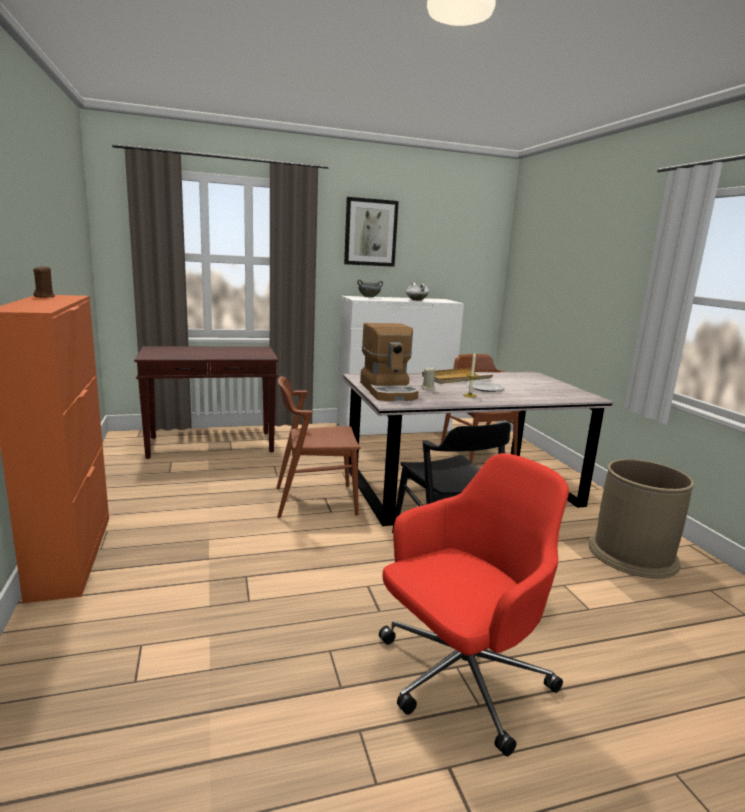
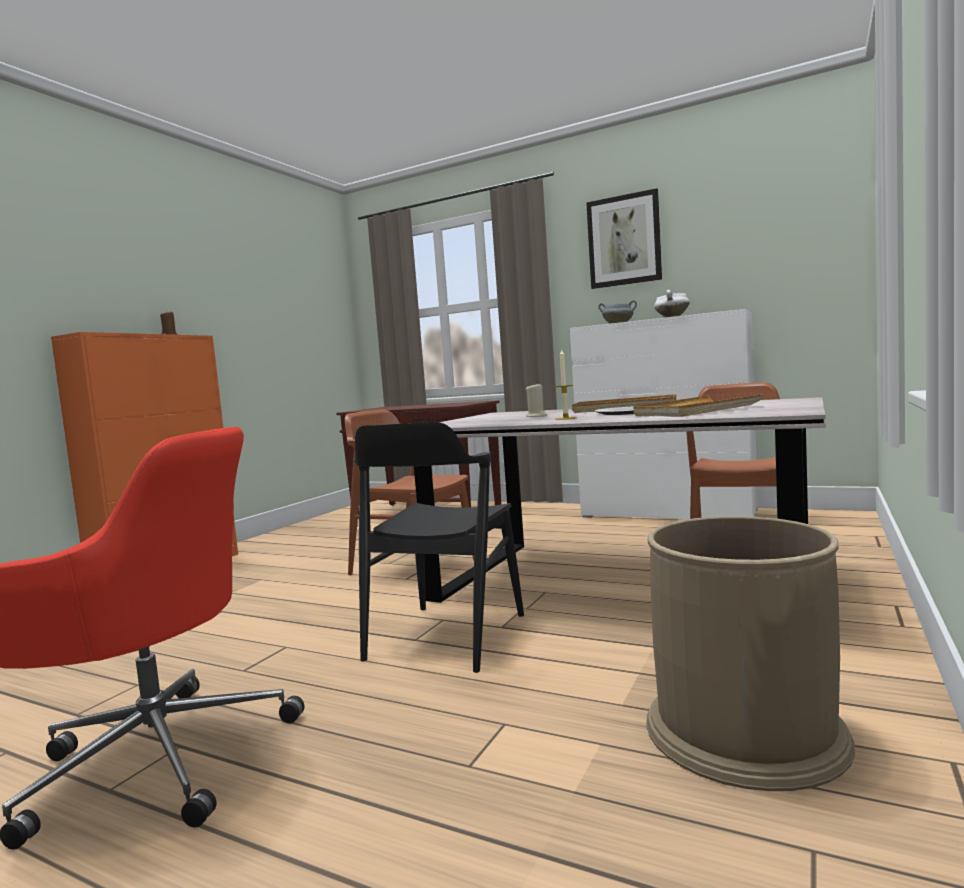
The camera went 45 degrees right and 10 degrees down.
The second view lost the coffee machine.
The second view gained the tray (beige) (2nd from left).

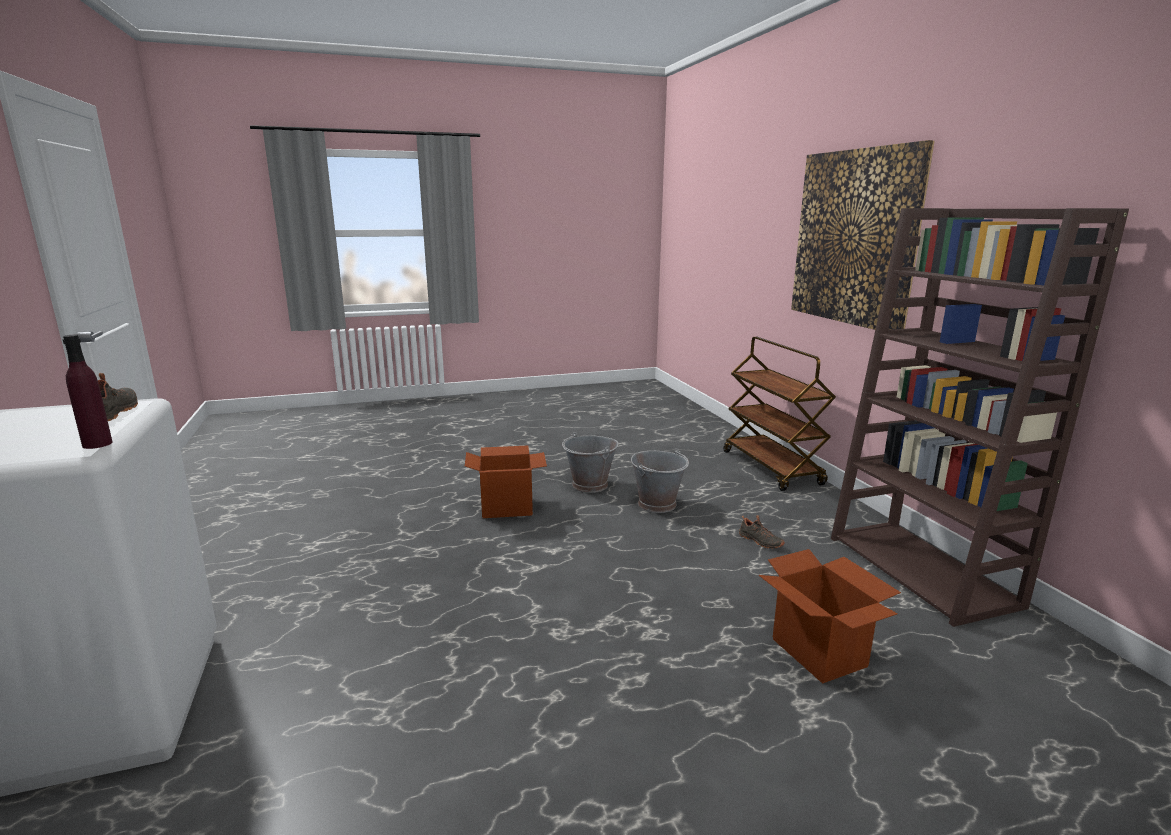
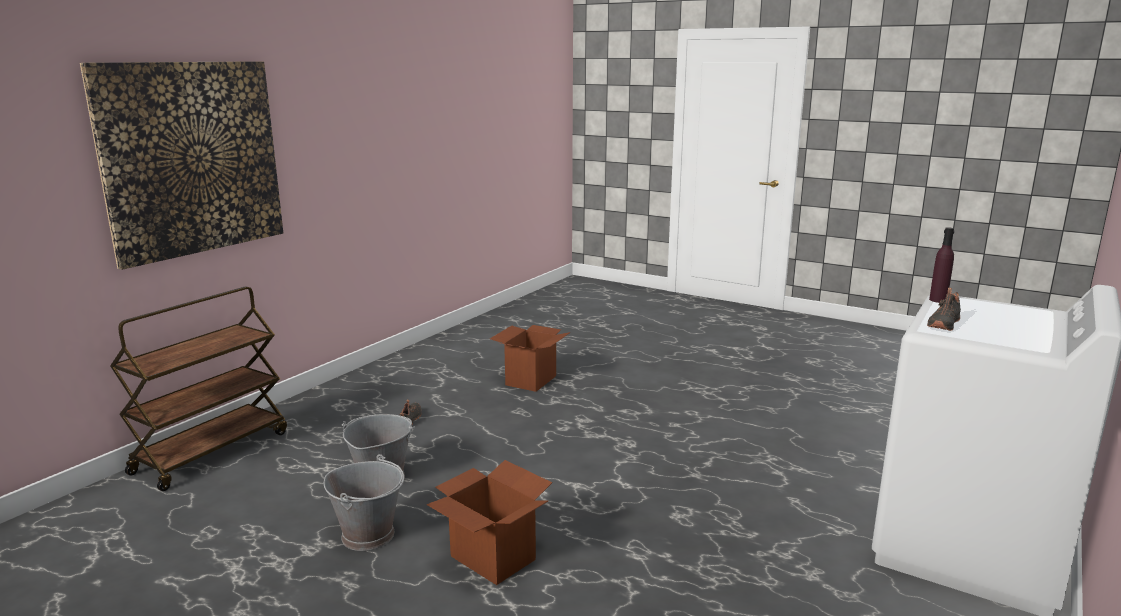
The camera went 130 degrees left and 0 degrees up.
The second view lost the bookcase (brown).

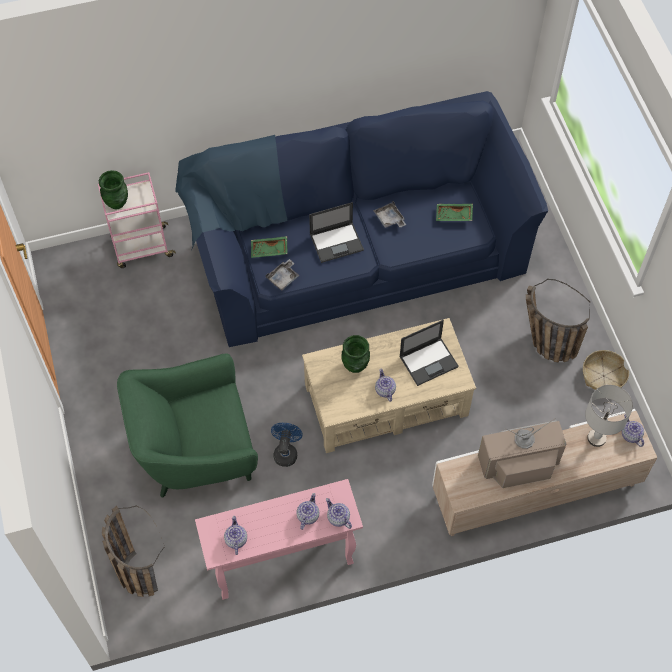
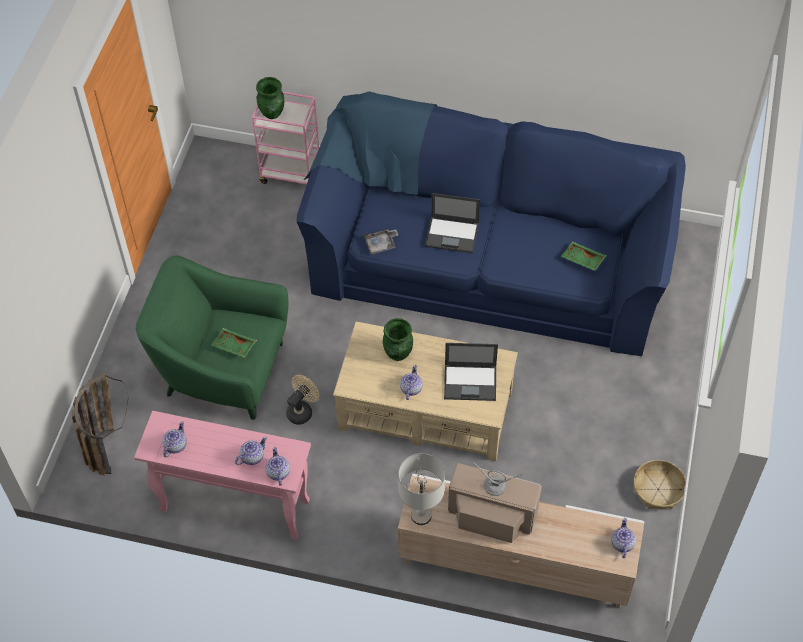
The camera went 30 degrees right and 5 degrees down.
The second view lost the tray (grey) (2nd from left).
The second view lost the basket (2nd from left).
The tray (green) (1st from left) ended up elsewhere.
The table lamp (grey) ended up elsewhere.
What was the fan (blue) turned into the fan (beige).

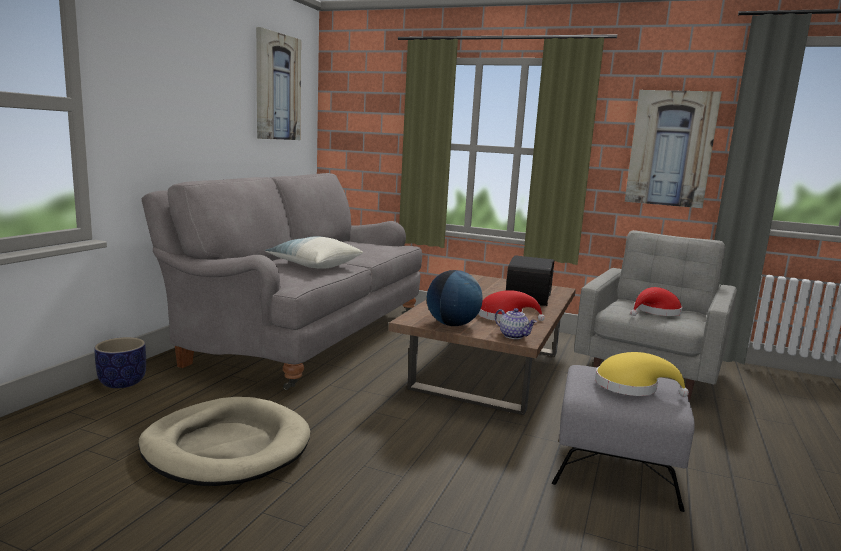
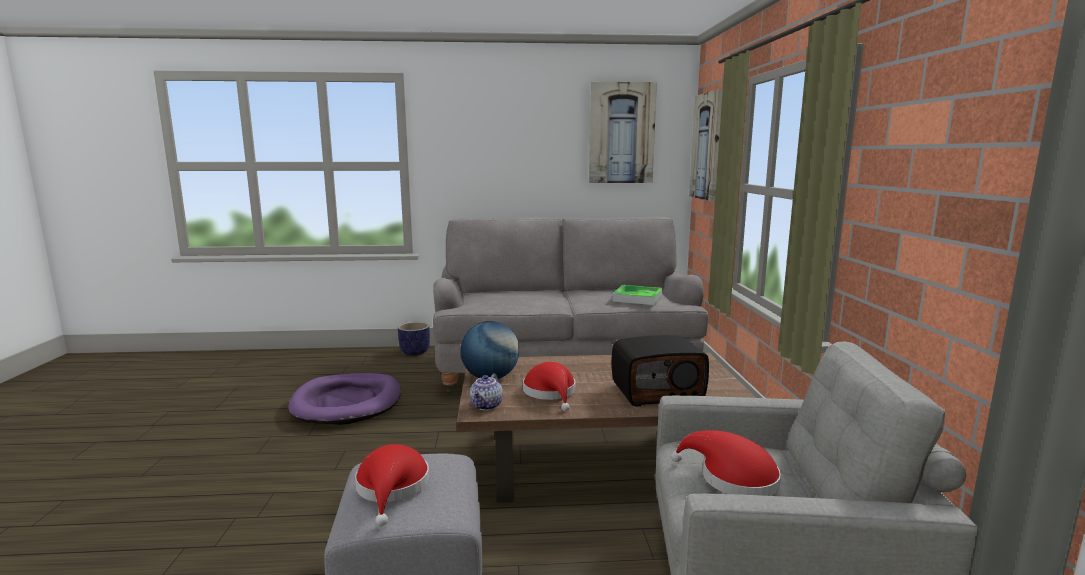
The camera went 65 degrees right and 0 degrees up.
The second view lost the pillow.
The second view gained the tray.
The picture (2nd from left) ended up elsewhere.
What was the dog bed (beige) turned into the dog bed (purple).
What was the hat (yellow) turned into the hat (red) (1st from left).

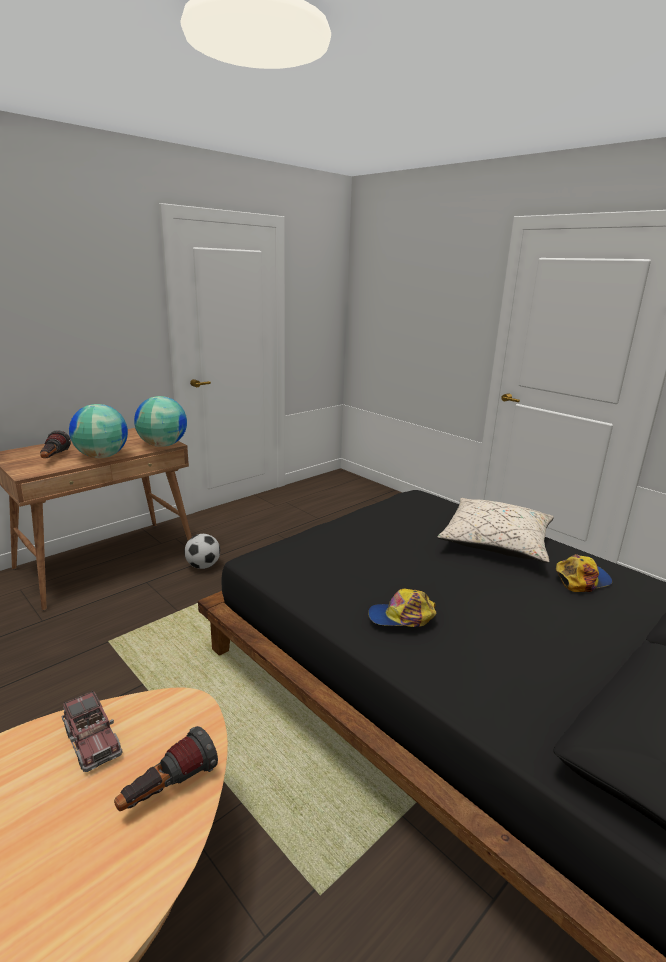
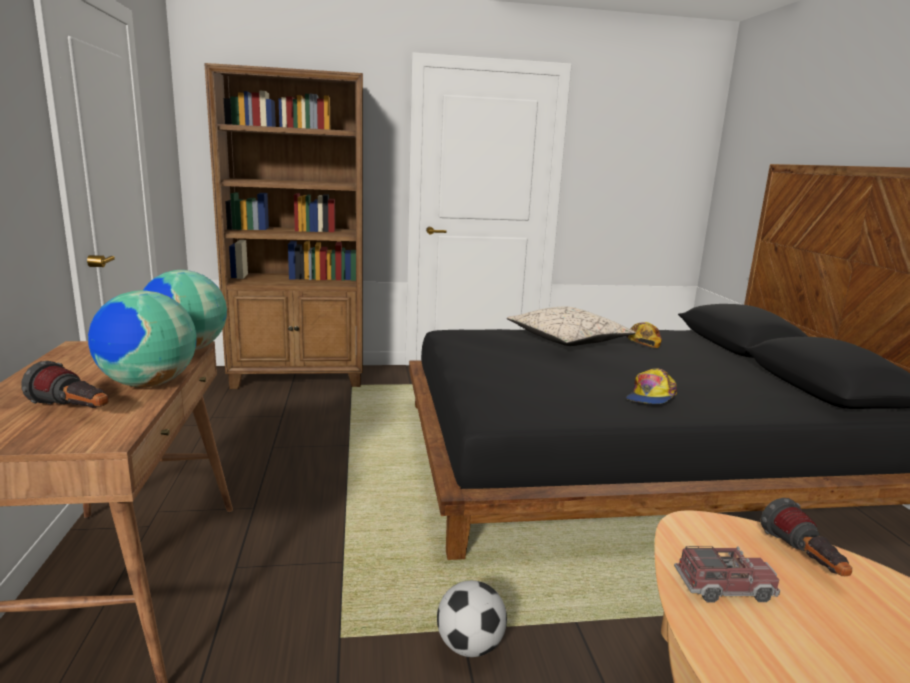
The camera went 55 degrees left and 5 degrees down.
The second view gained the bookcase (brown).
The football ended up elsewhere.

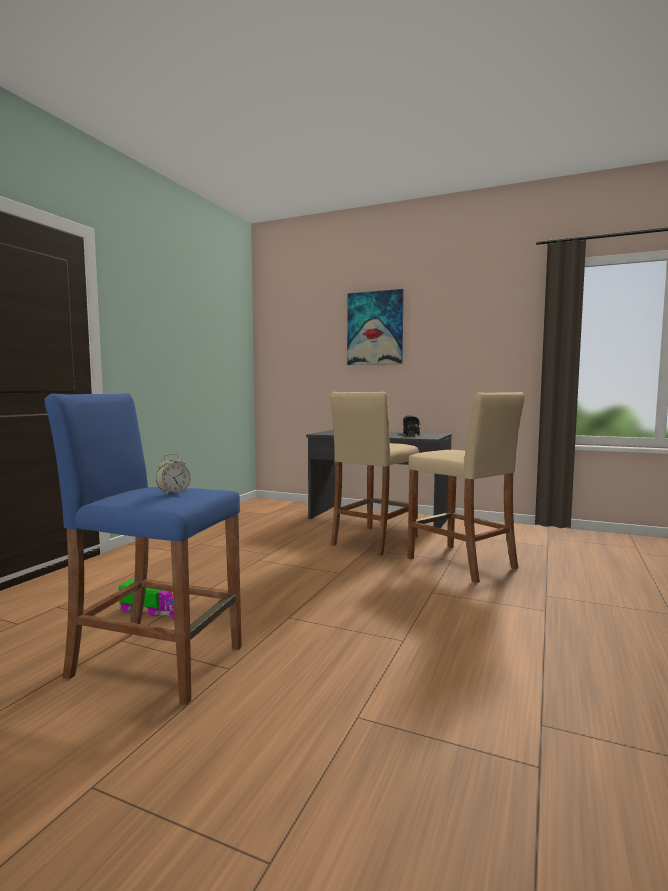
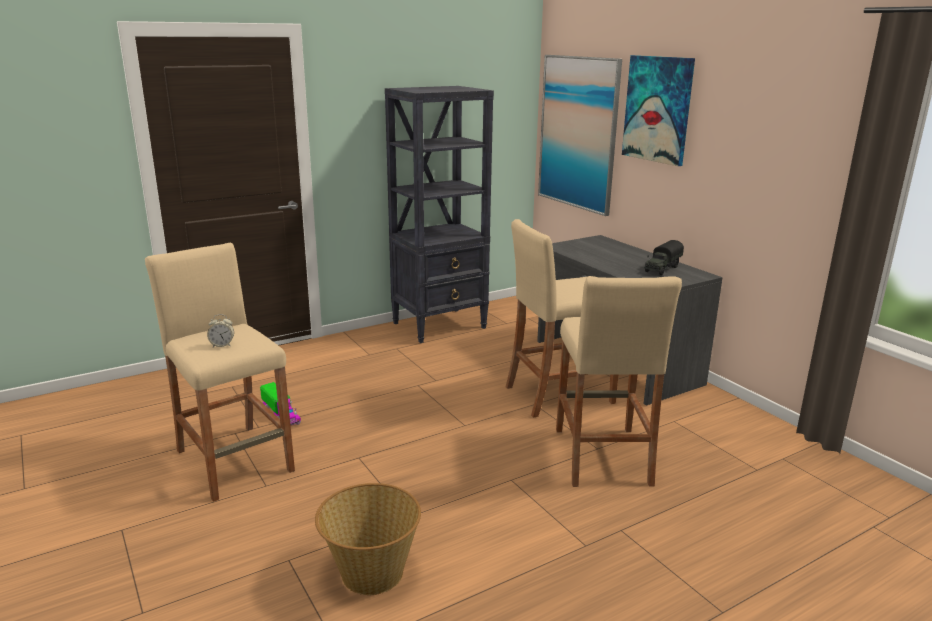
The camera went 35 degrees right and 15 degrees up.
The second view gained the basket.
The second view gained the bookcase (black).
The second view gained the picture (1st from left).
What was the stool (blue) turned into the stool (beige) (1st from left).

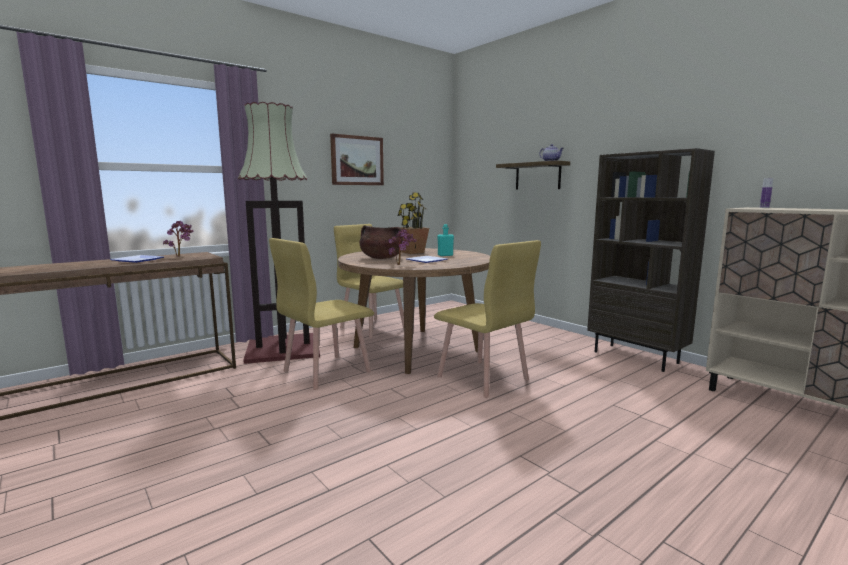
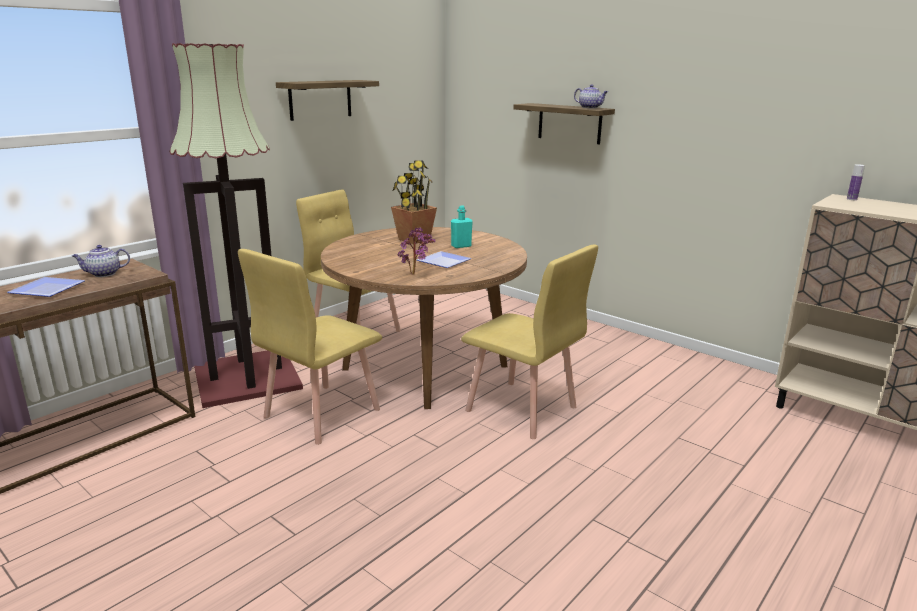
The camera went 10 degrees left and 10 degrees up.
The second view lost the cooking pot (brown).
The second view lost the bookcase (brown).
Where the potted plant (1st from left) stood, the teapot (1st from left) came to stand.
Where the picture hung, the shelf (1st from left) came to hang.

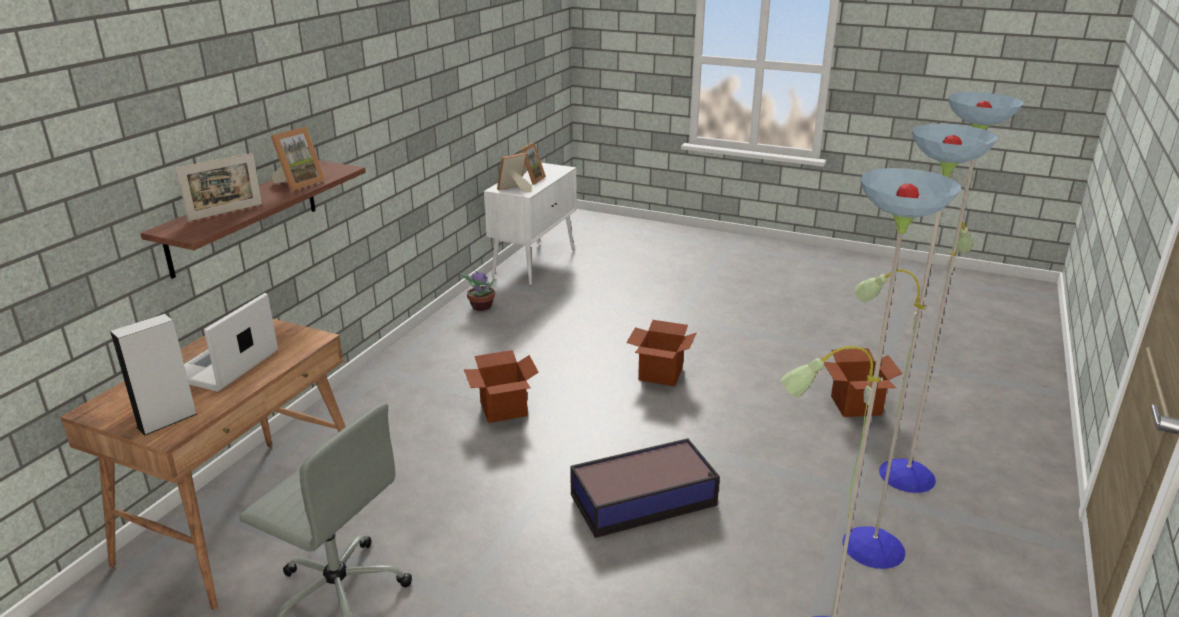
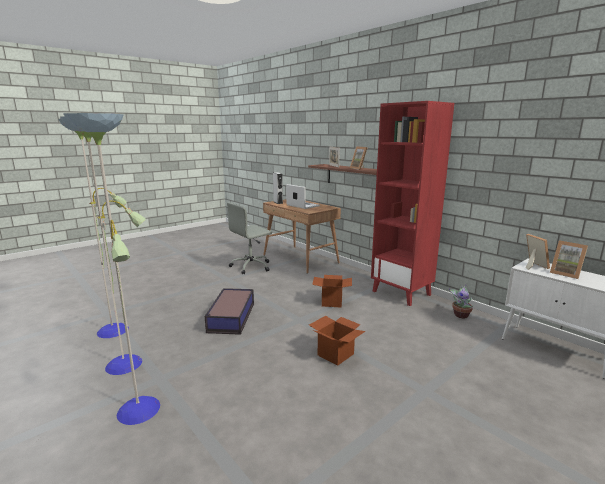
The camera went 115 degrees right and 10 degrees down.
The second view lost the cardboard box (3rd from left).
The second view gained the bookcase (red).

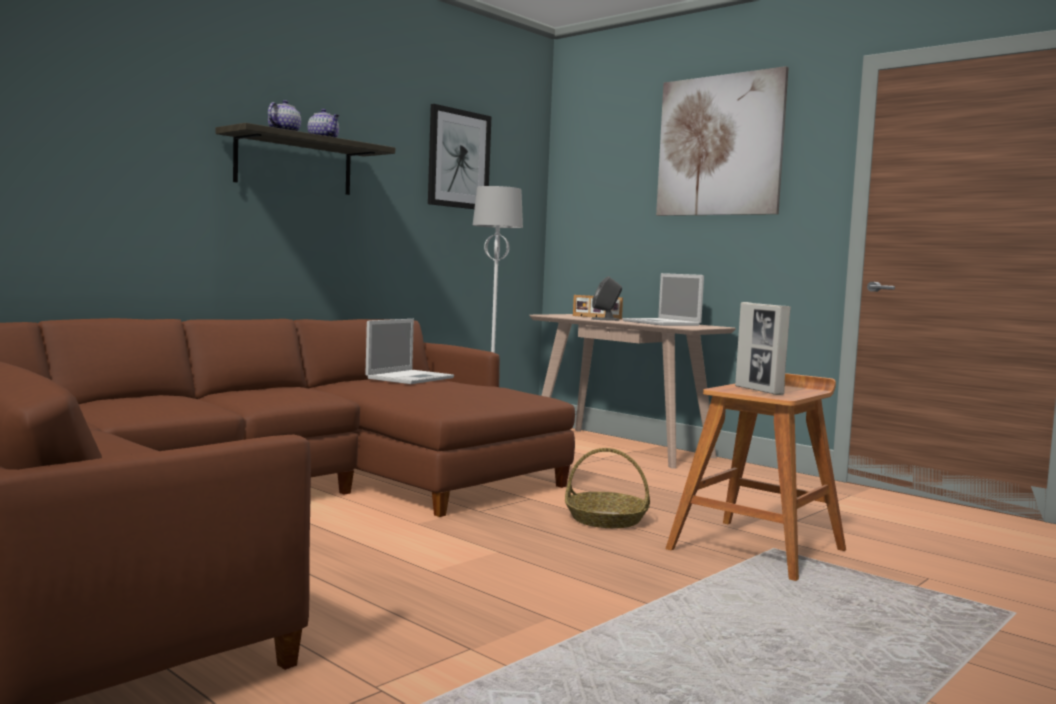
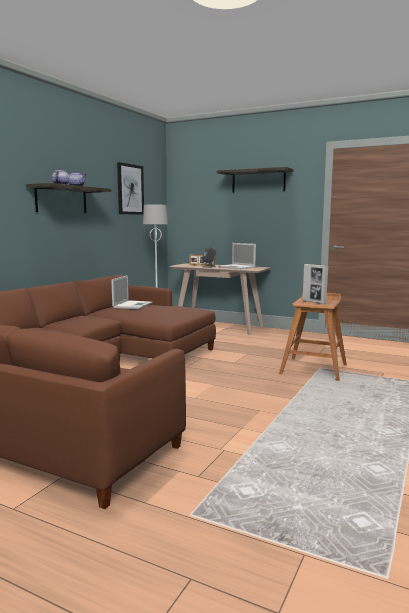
The camera went 15 degrees left and 5 degrees up.
The second view lost the basket.
Where the picture (2nd from left) hung, the shelf (2nd from left) came to hang.

